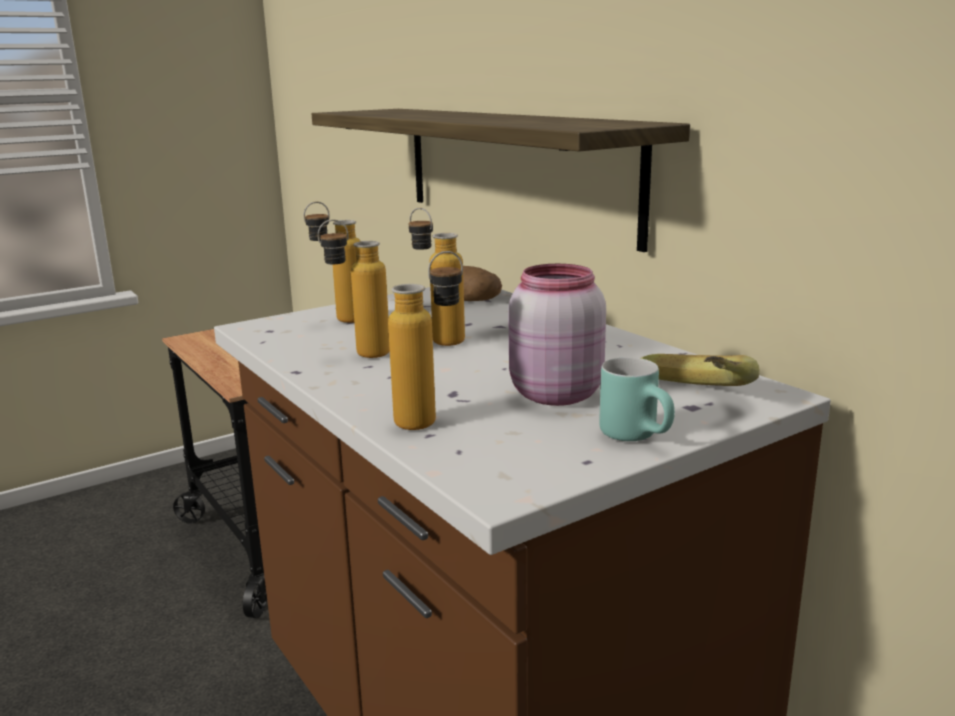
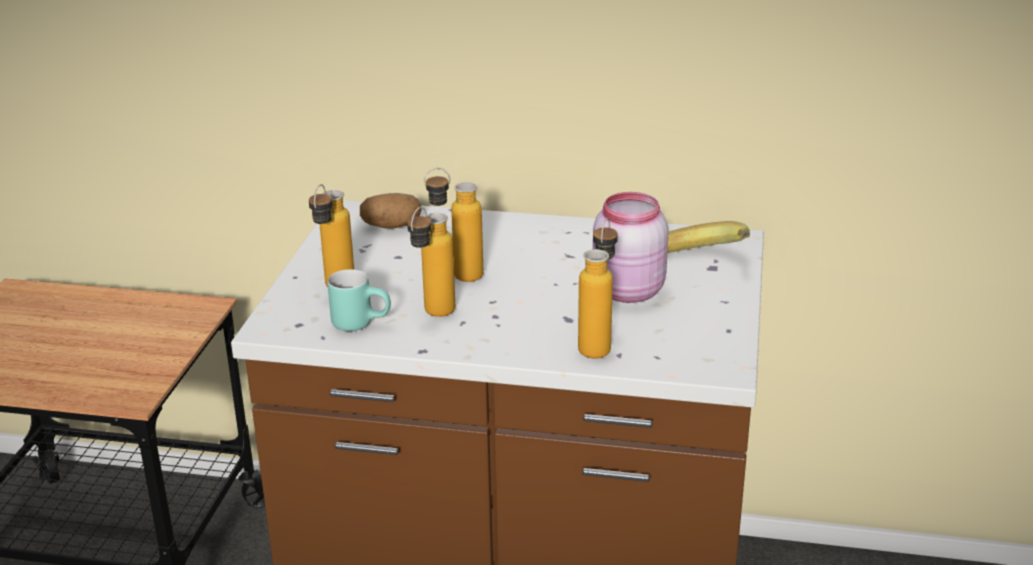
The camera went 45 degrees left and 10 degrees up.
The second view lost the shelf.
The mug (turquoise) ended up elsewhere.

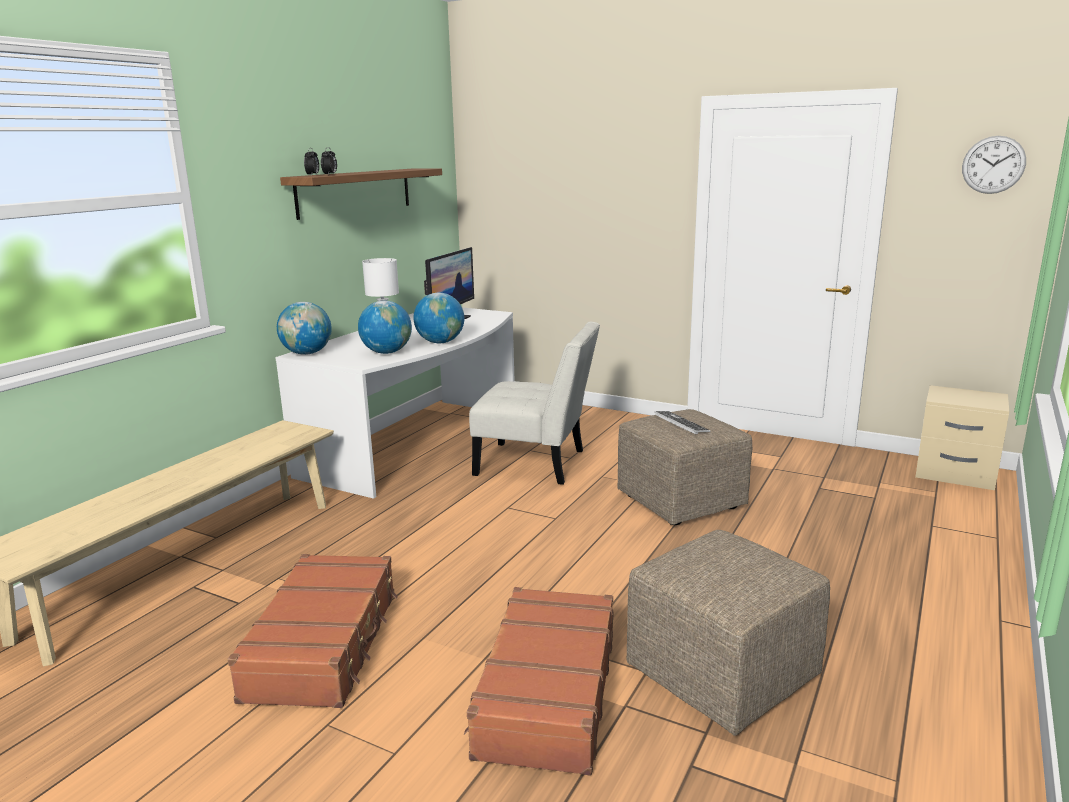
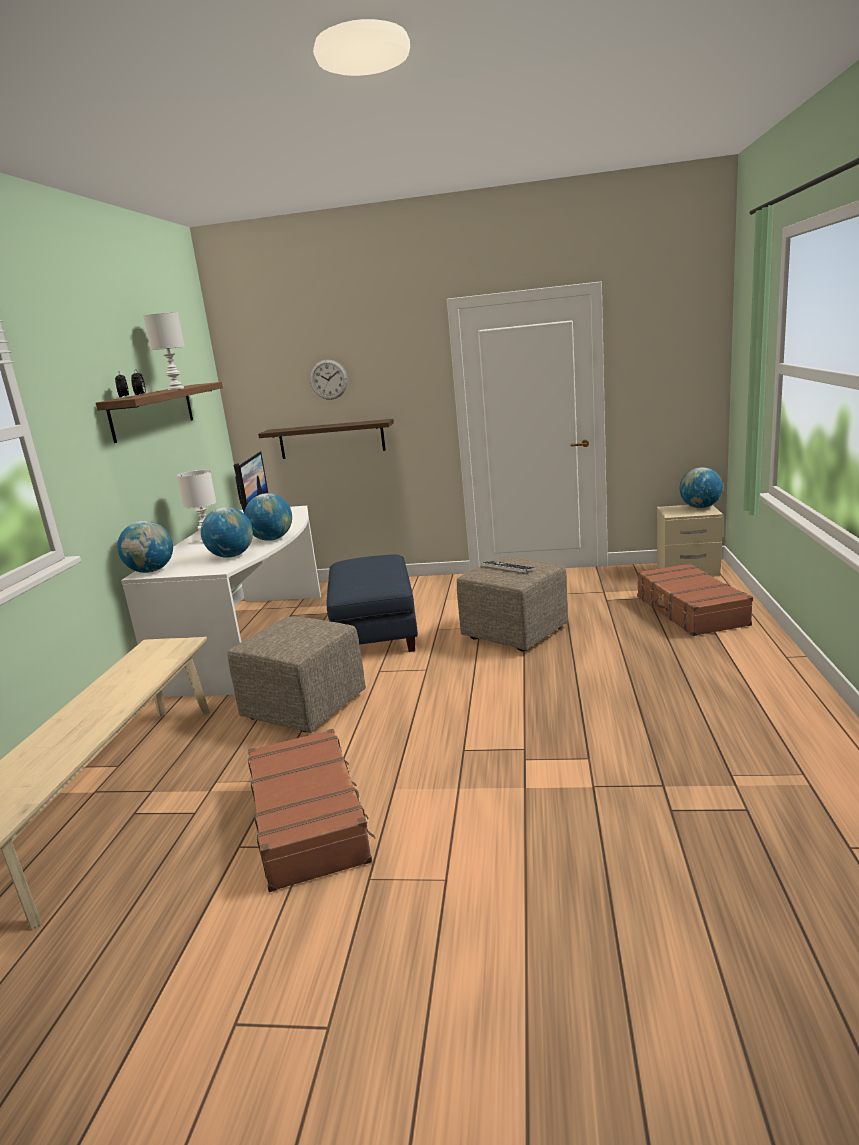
The camera went 20 degrees left and 0 degrees up.
The second view gained the table lamp (white) (1st from left).
The second view gained the shelf (2nd from left).
The second view gained the globe (4th from left).
The suitcase (brown) (2nd from left) ended up elsewhere.
The ottoman (beige) (2nd from left in the first image) ended up elsewhere.
The wall clock ended up elsewhere.
Where the chair (white) stood, the ottoman (blue) came to stand.

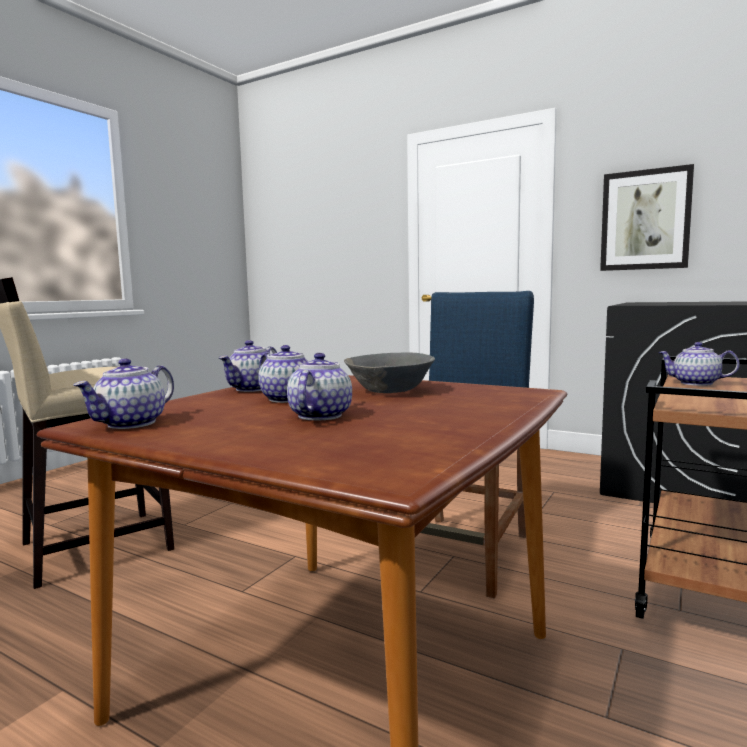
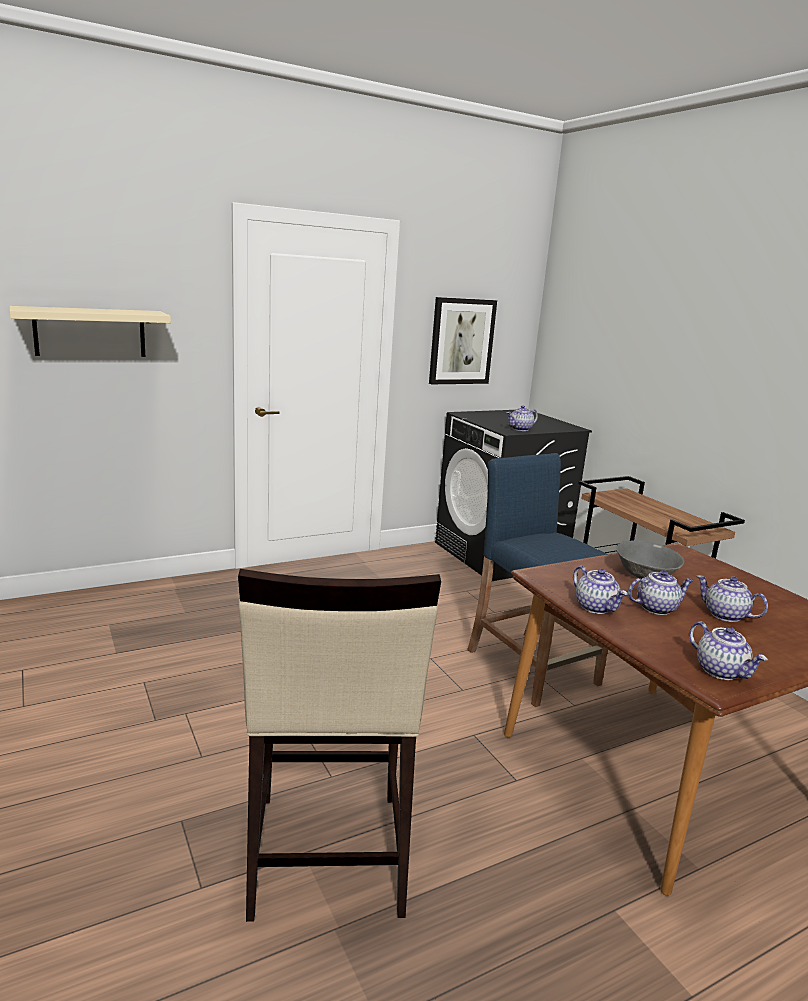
The camera went 60 degrees left and 10 degrees up.
The second view gained the shelf (beige).
The teapot (5th from left in the first image) ended up elsewhere.

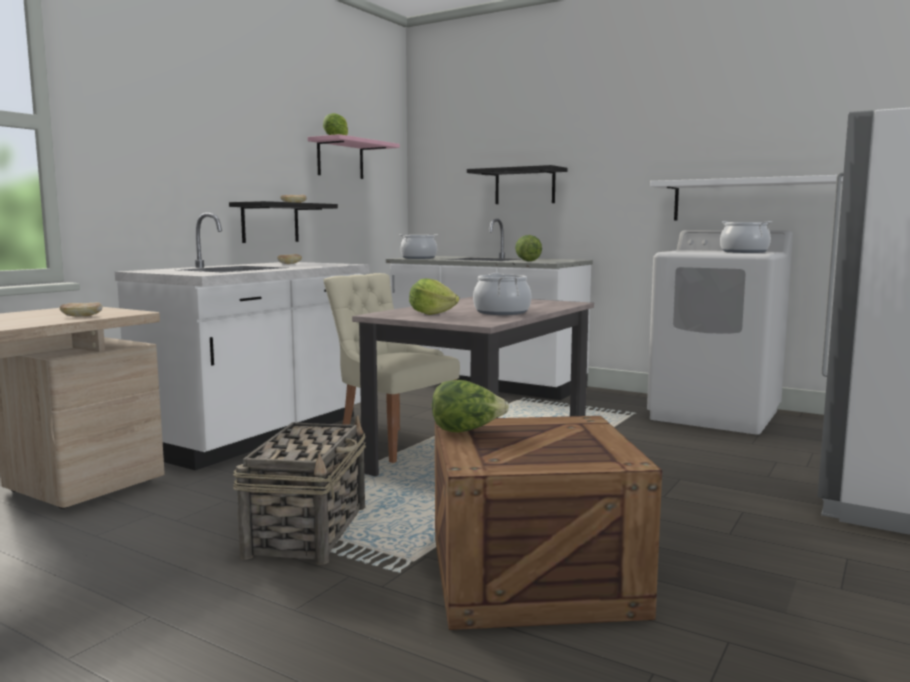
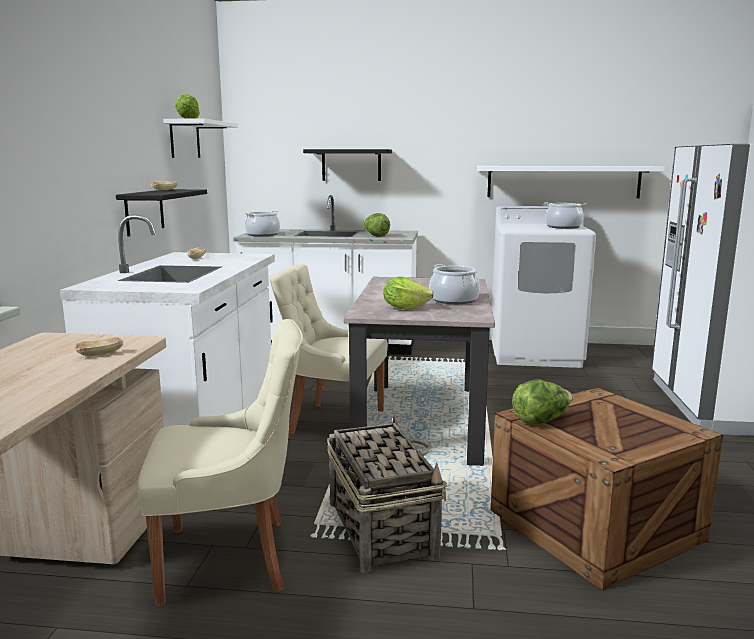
The camera went 25 degrees left and 5 degrees up.
The second view gained the chair (beige) (1st from left).
What was the shelf (pink) turned into the shelf (white) (1st from left).

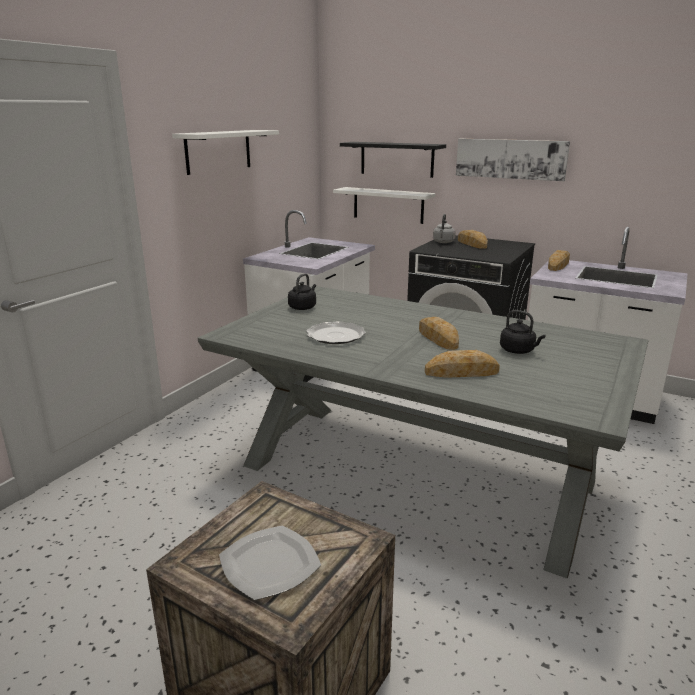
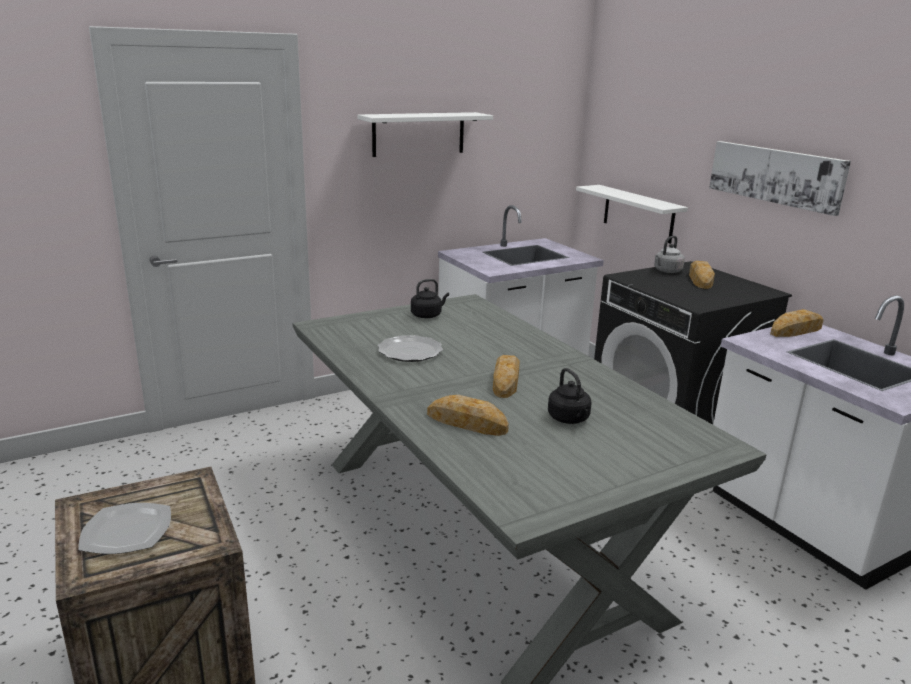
The camera went 30 degrees right and 0 degrees up.
The second view lost the shelf (black).

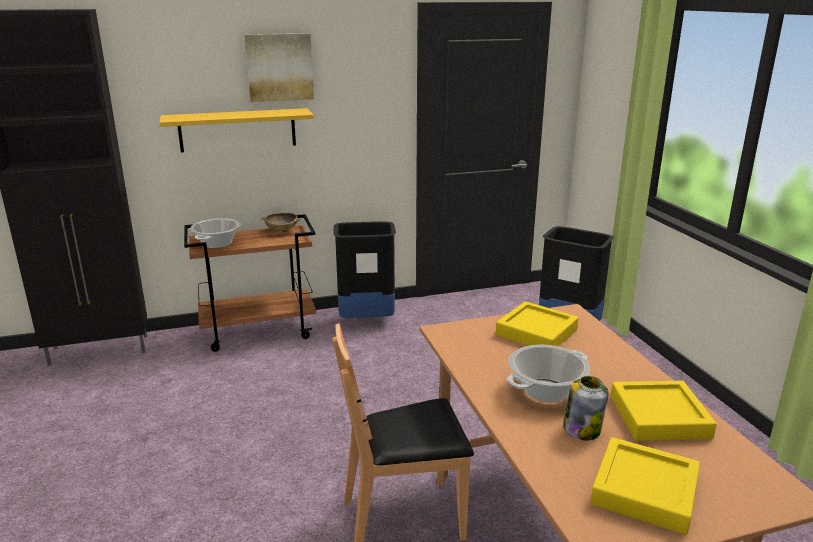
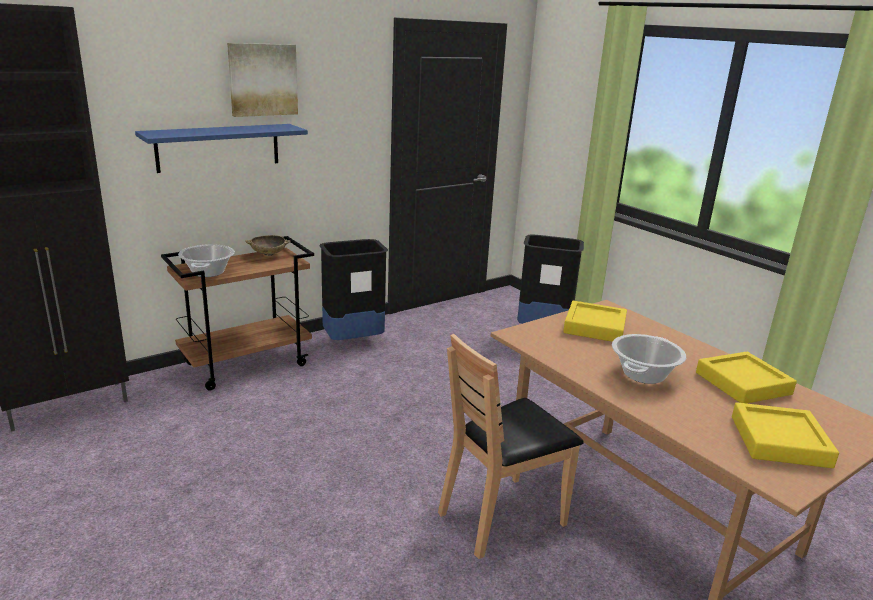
The camera went 20 degrees left and 0 degrees up.
The second view lost the jar.
What was the shelf (yellow) turned into the shelf (blue).

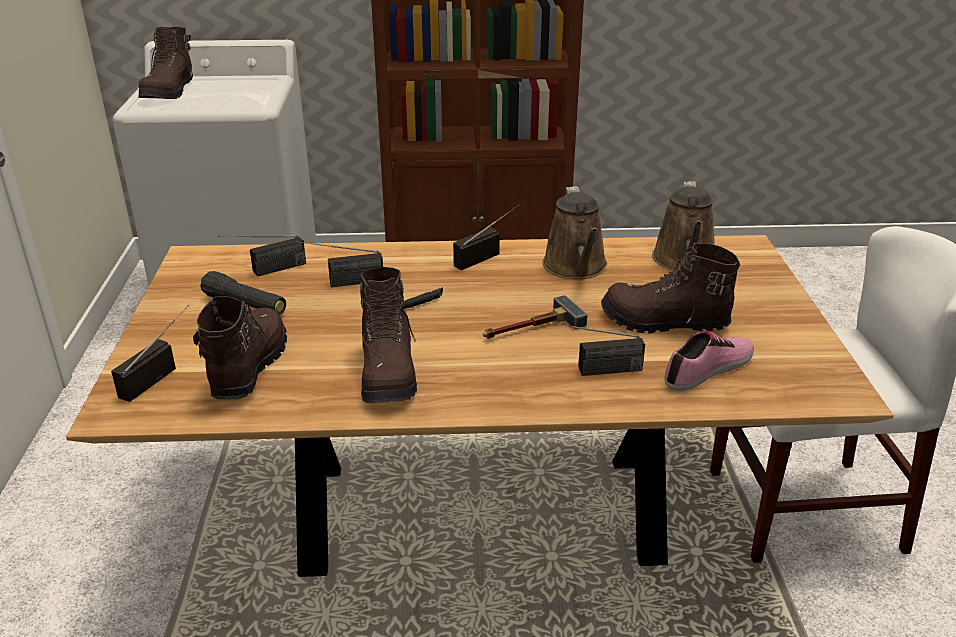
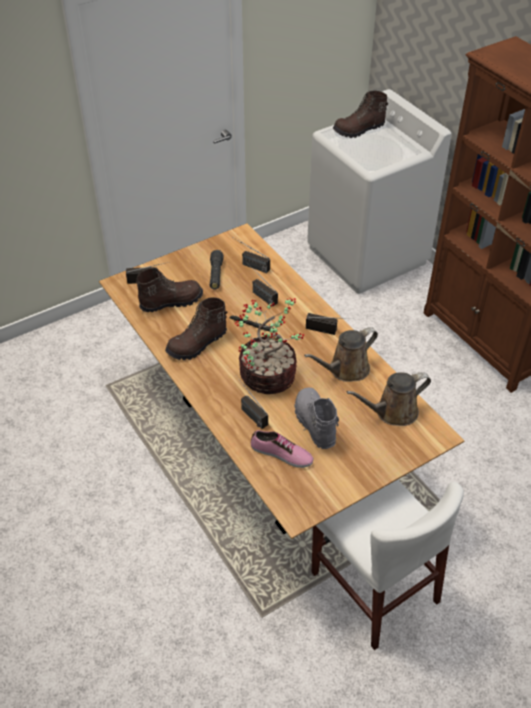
The camera went 60 degrees right and 15 degrees up.
Where the hammer stood, the potted plant came to stand.
What was the boot (brown) (4th from left) turned into the boot (grey).

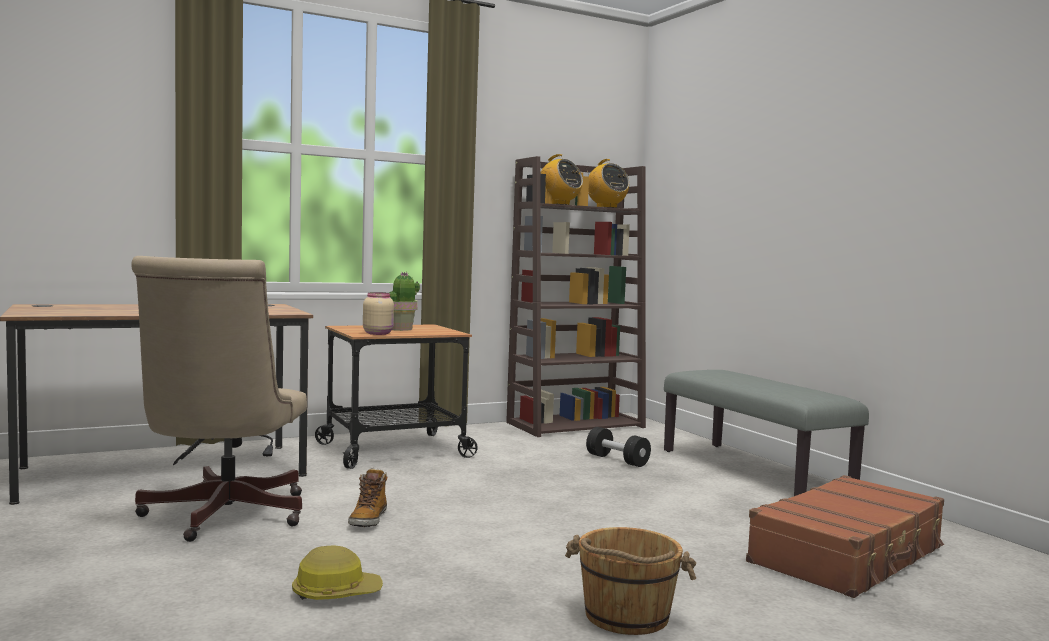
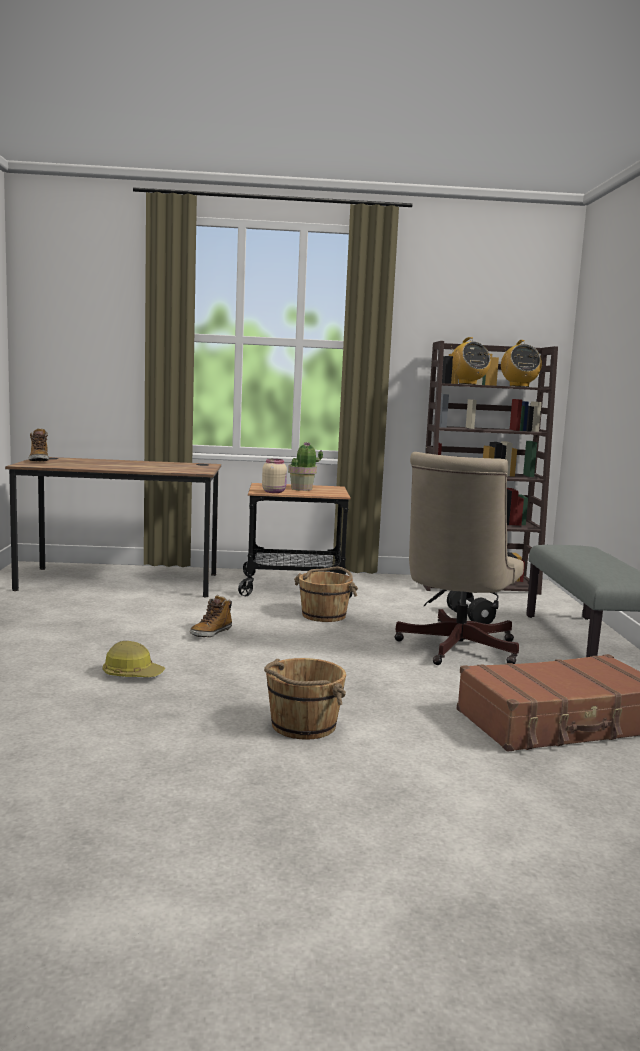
The camera went 25 degrees right and 5 degrees up.
The second view gained the boot (1st from left).
The second view gained the bucket (brown) (2nd from left).
The office chair (beige) ended up elsewhere.

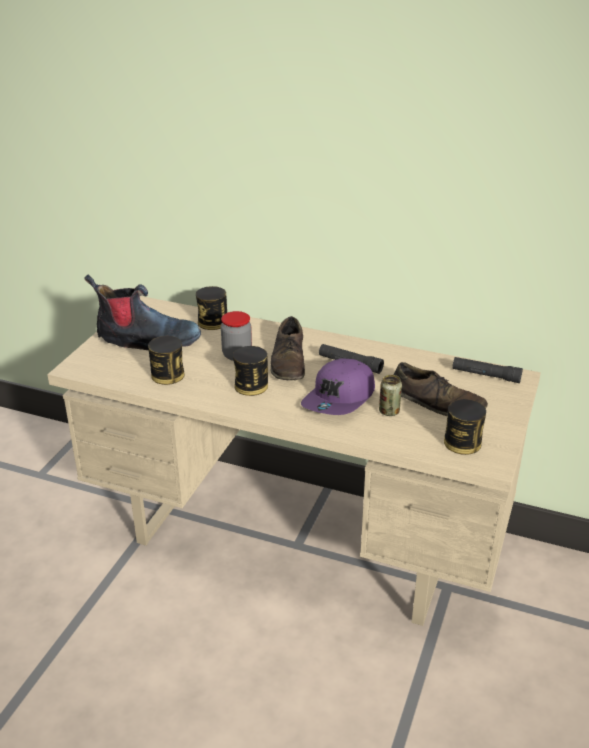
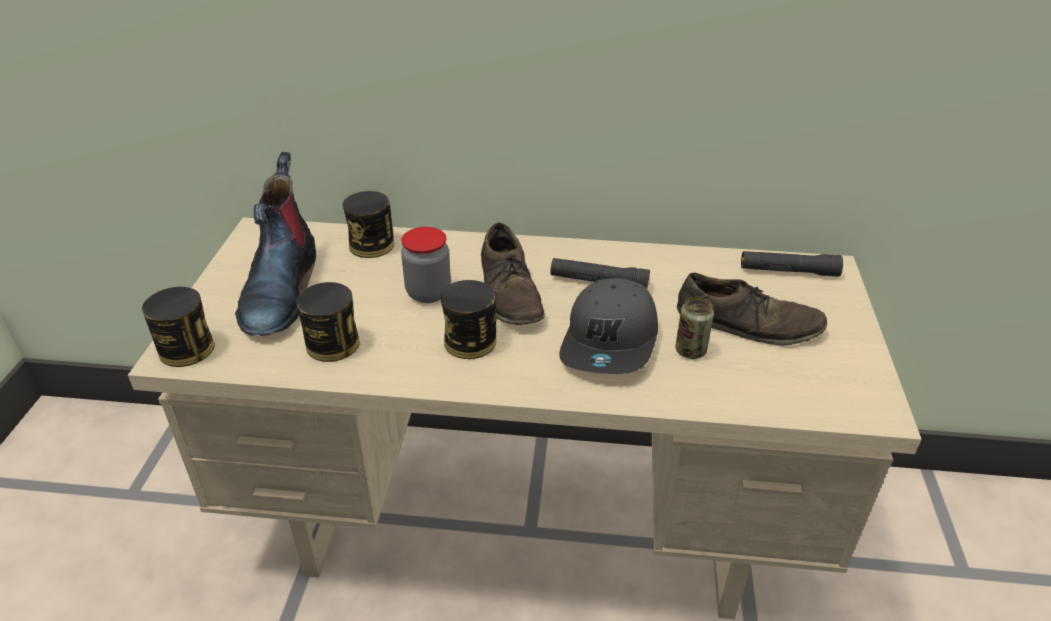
The camera went 15 degrees left and 5 degrees up.
The can (5th from left in the first image) ended up elsewhere.
What was the cap (purple) turned into the cap (grey).
The boot ended up facing another way, 105 degrees clockwise from before.

